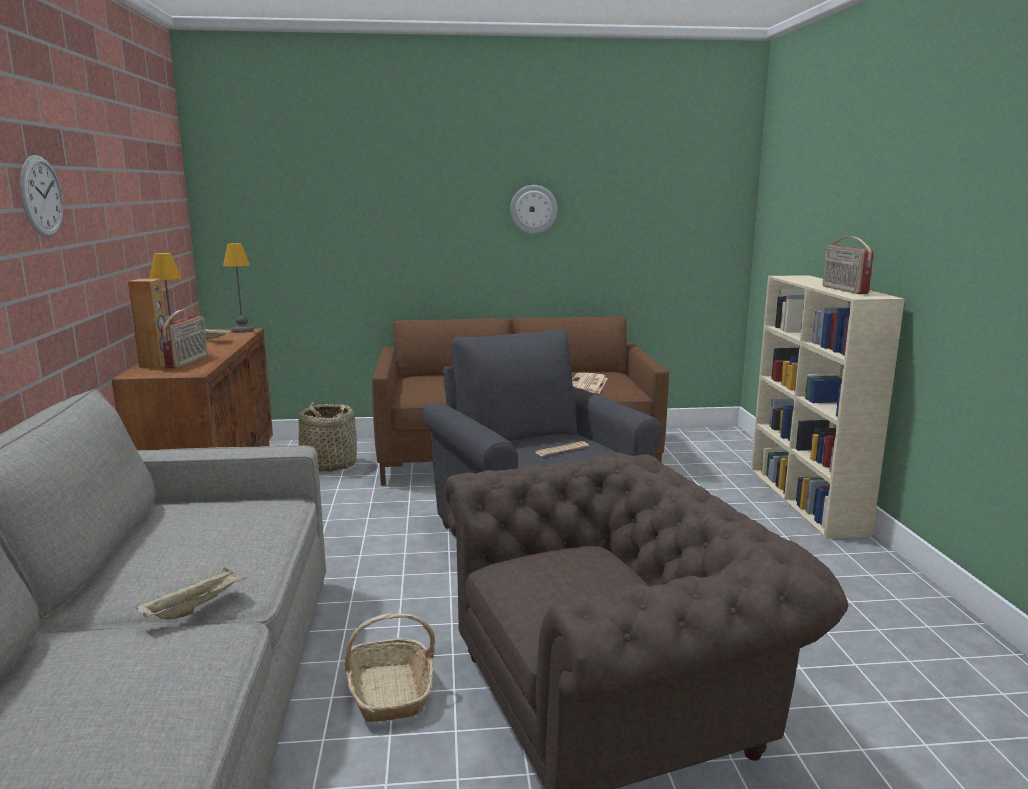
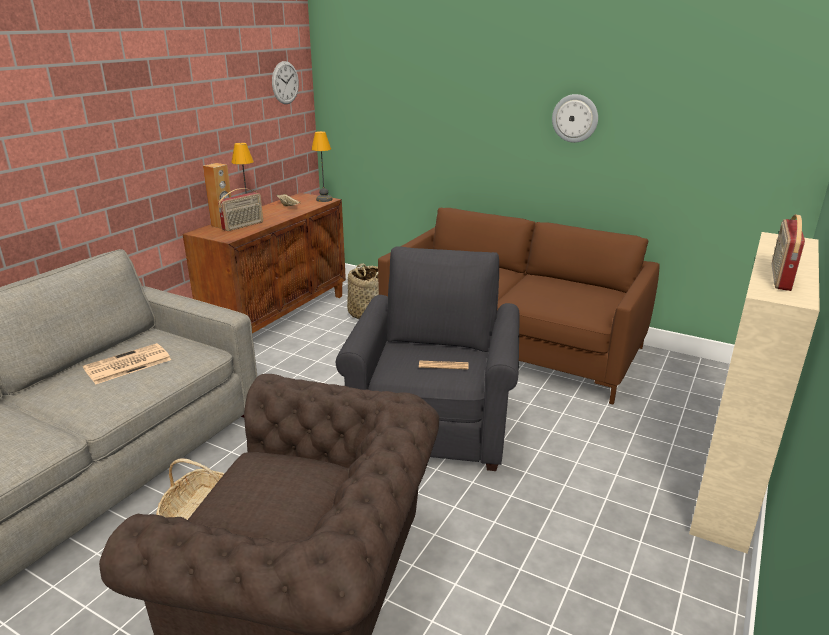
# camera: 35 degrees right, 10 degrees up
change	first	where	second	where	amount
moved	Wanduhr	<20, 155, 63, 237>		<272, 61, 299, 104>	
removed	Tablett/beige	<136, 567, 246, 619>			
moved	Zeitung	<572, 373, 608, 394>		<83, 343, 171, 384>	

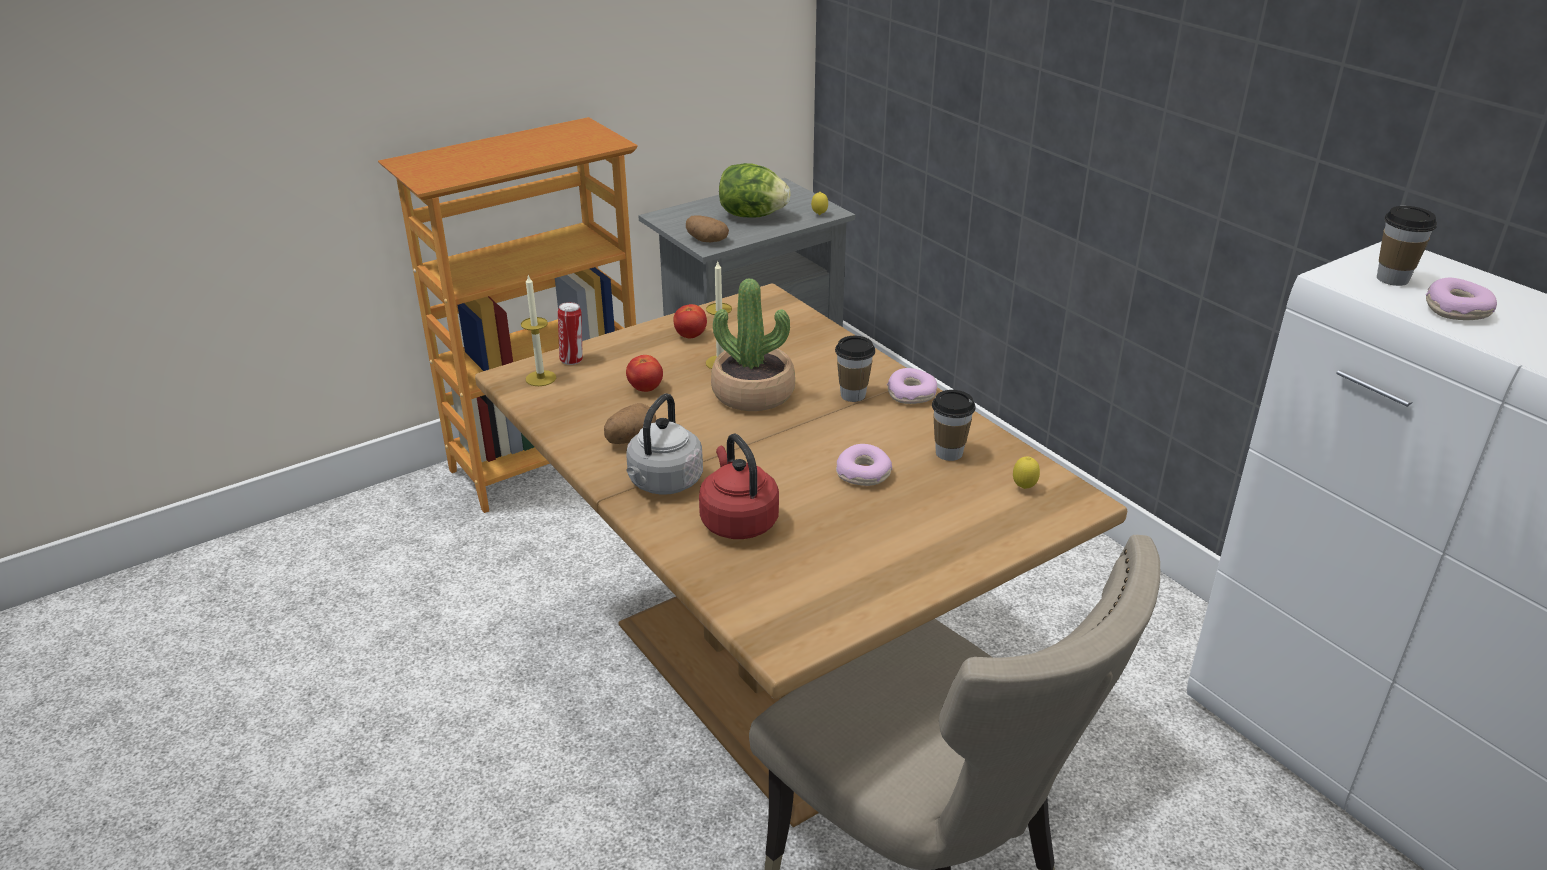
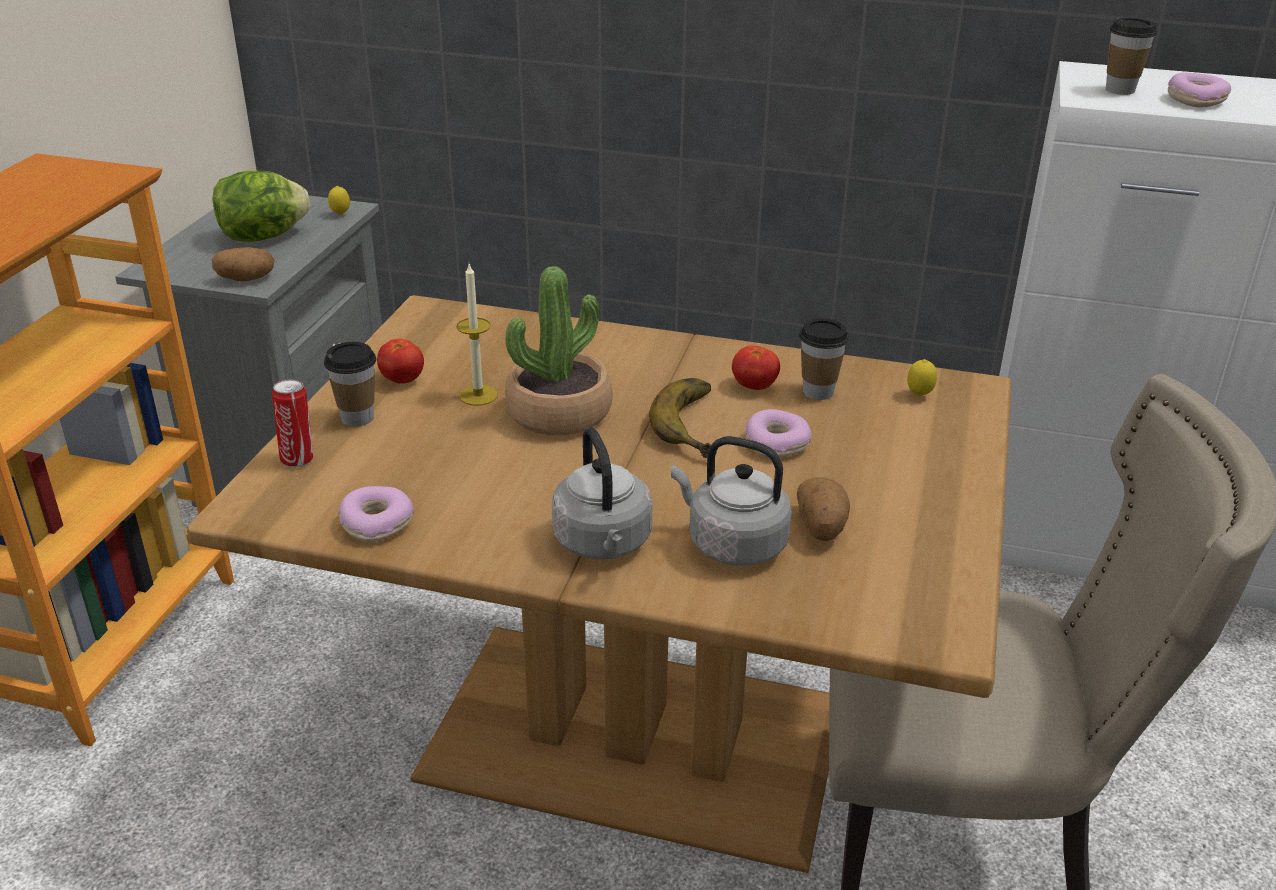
# camera: 40 degrees left, 0 degrees up
change	first	where	second	where	amount
removed	Kerze	<521, 275, 556, 386>			
moved	Kartoffel	<604, 403, 656, 444>		<797, 477, 850, 541>	
moved	Tomate	<626, 355, 663, 392>		<732, 345, 780, 390>	
recoloured	Wasserkessel/rot	<699, 433, 779, 539>	Wasserkessel/grau	<671, 436, 792, 566>	
moved	Tasse	<835, 336, 875, 402>		<324, 342, 376, 427>	
moved	Donut	<887, 368, 937, 404>		<338, 486, 414, 542>	
added			Banane	<649, 378, 717, 458>	

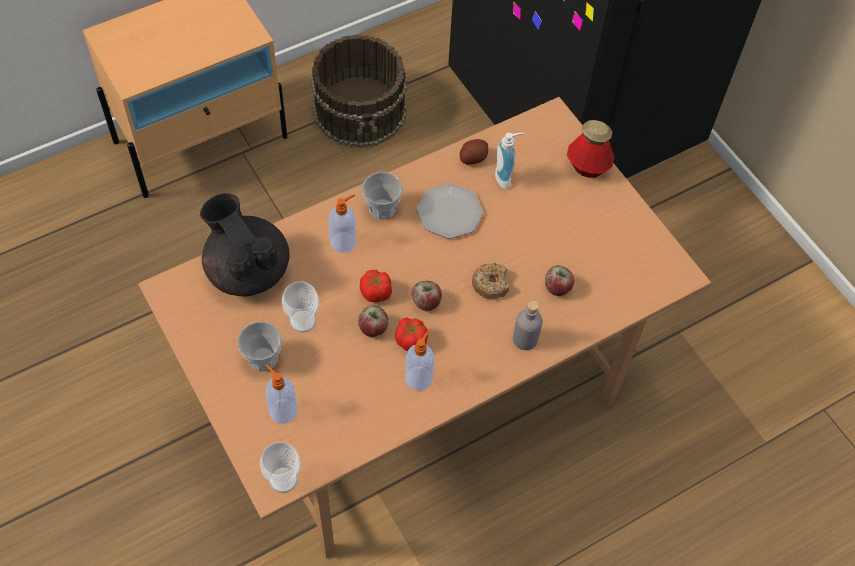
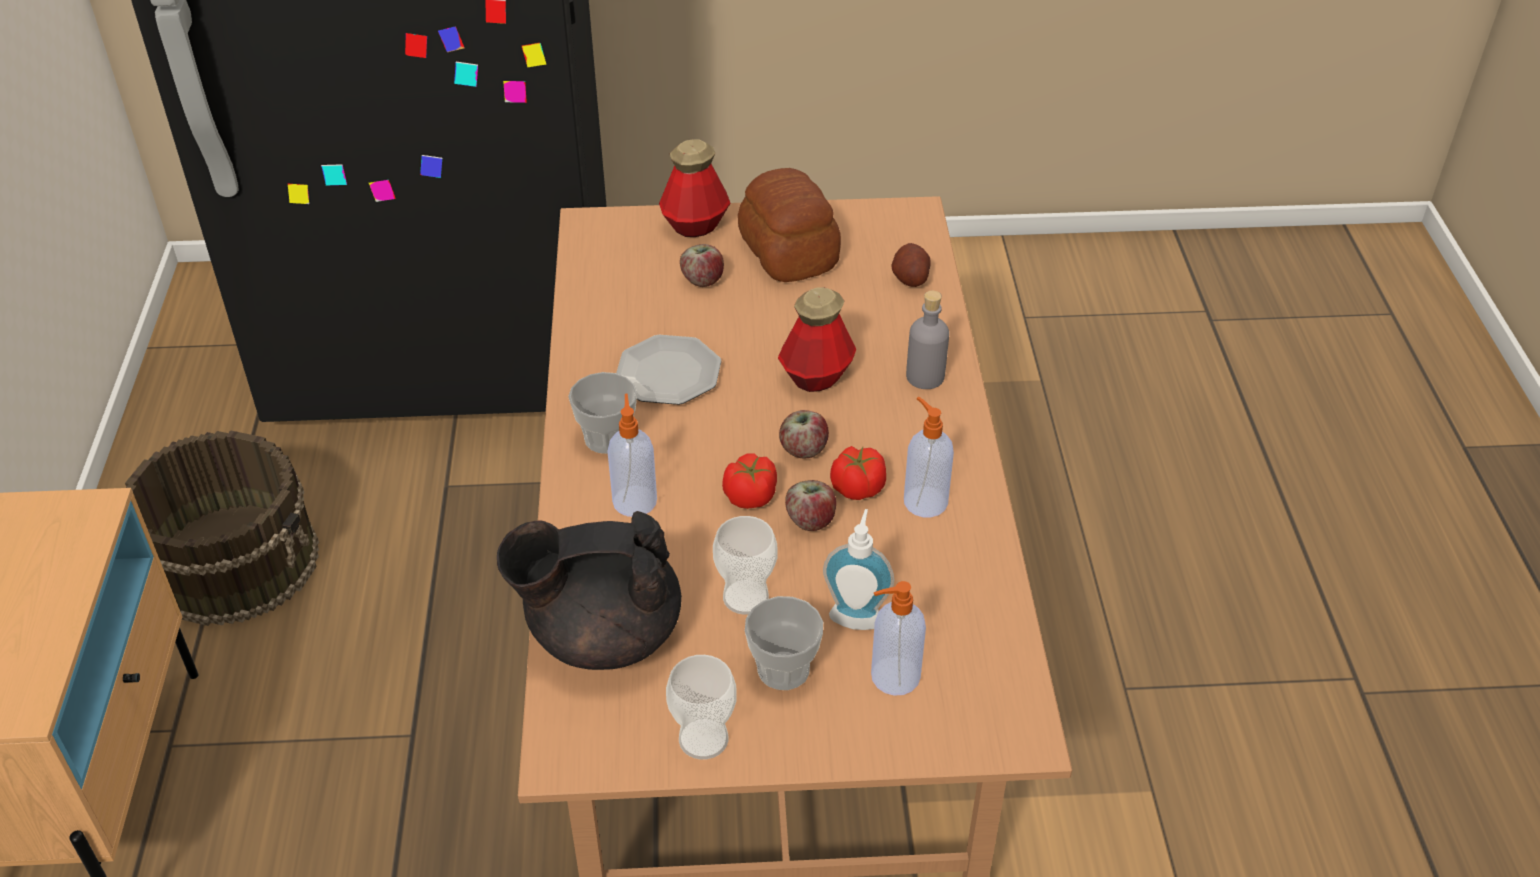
# camera: 60 degrees left, 15 degrees down
change	first	where	second	where	amount
moved	Tasse	<260, 442, 301, 493>		<666, 655, 737, 760>	
moved	Kartoffel	<459, 139, 488, 165>		<891, 243, 931, 287>	
replaced	Donut	<472, 263, 509, 299>	Flasche	<778, 287, 857, 392>	
moved	Seifenspender	<495, 133, 524, 189>		<823, 509, 894, 630>	
moved	Apfel	<545, 265, 574, 296>		<680, 244, 724, 287>	
added			Brot	<738, 168, 841, 282>	

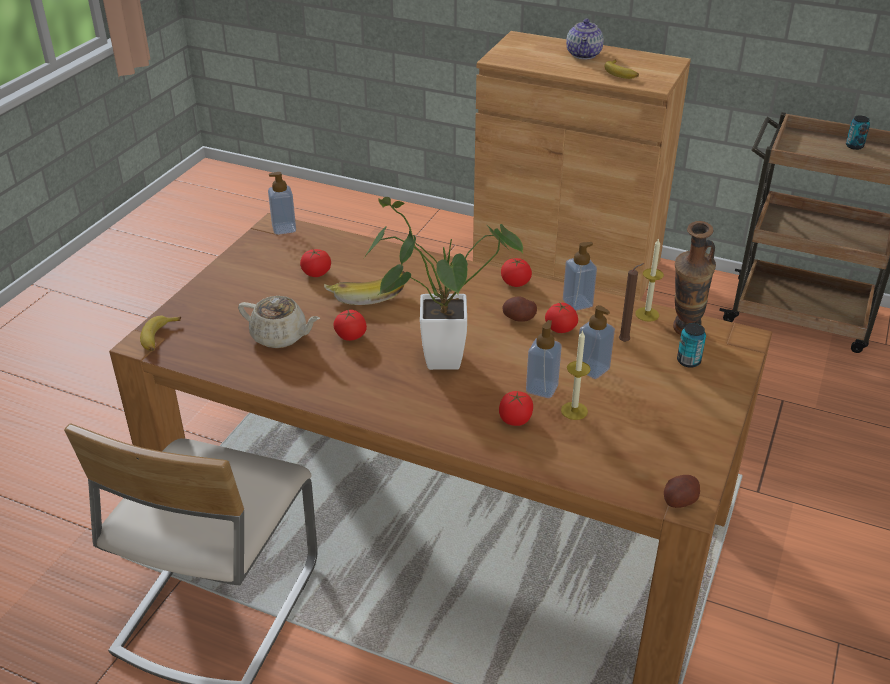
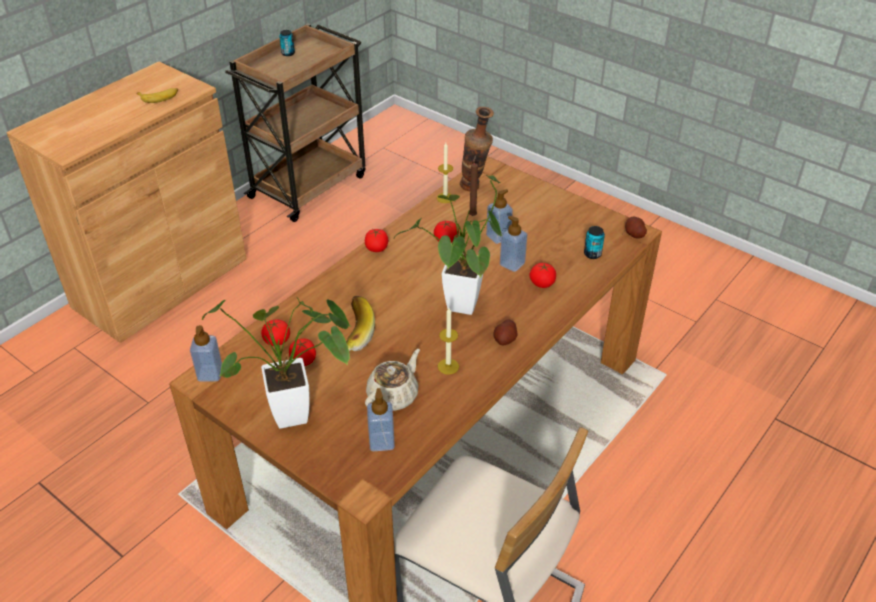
# camera: 75 degrees left, 5 degrees up
change	first	where	second	where	amount
removed	Banane	<140, 316, 181, 351>			
moved	Tomate	<333, 310, 367, 341>		<261, 319, 290, 346>	
moved	Kartoffel	<502, 296, 537, 322>		<494, 320, 518, 345>	
moved	Kerze	<561, 330, 591, 420>		<438, 308, 459, 375>	
moved	Seifenspender	<563, 242, 597, 311>		<367, 388, 395, 451>	
removed	Teekanne	<566, 18, 604, 59>			
moved	Dose	<677, 323, 706, 368>		<584, 226, 605, 259>	
added			Topfpflanze	<202, 298, 351, 429>	

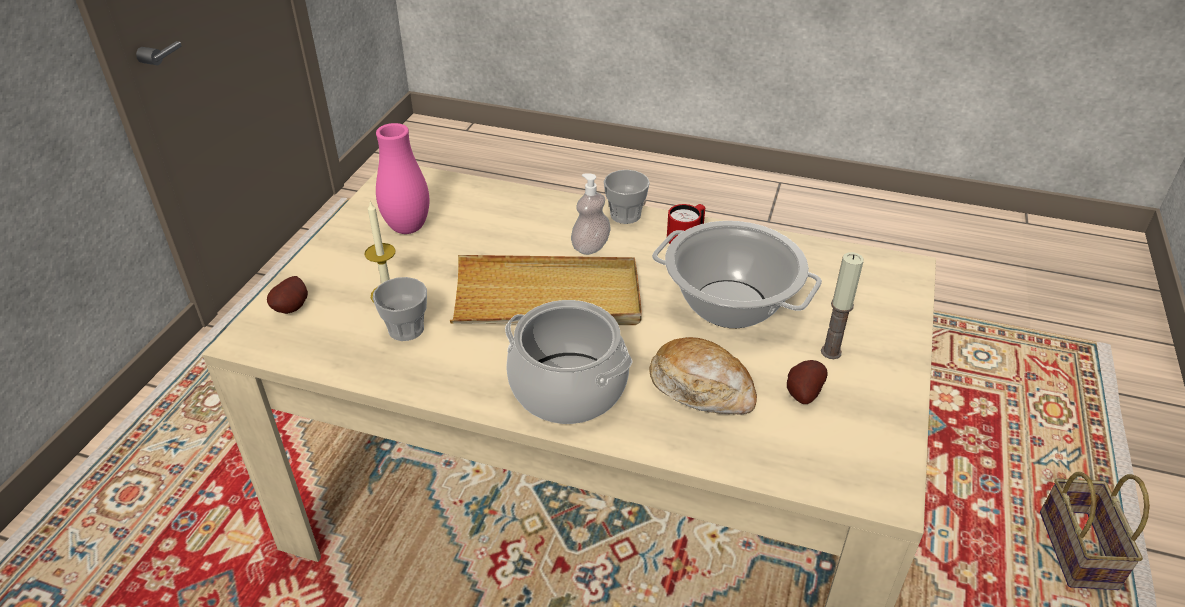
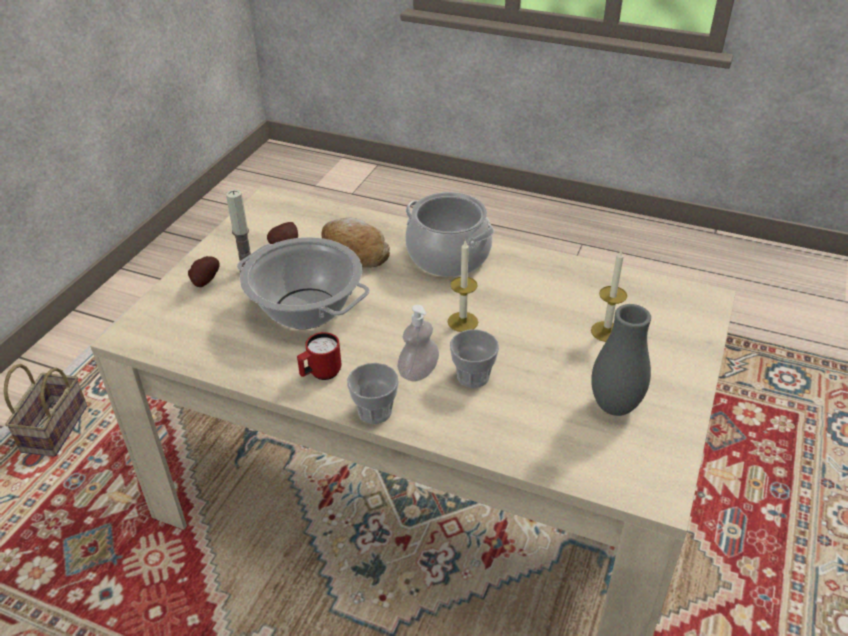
# camera: 175 degrees left, 0 degrees up
change	first	where	second	where	amount
moved	Kartoffel	<267, 276, 308, 314>		<188, 256, 220, 287>	
moved	Tasse	<373, 277, 427, 341>		<450, 329, 499, 388>	
recoloured	Vase/rosa	<376, 123, 430, 234>	Vase/grau	<591, 304, 651, 416>	
replaced	Tablett/beige	<450, 255, 642, 325>	Kerze	<448, 241, 478, 332>	

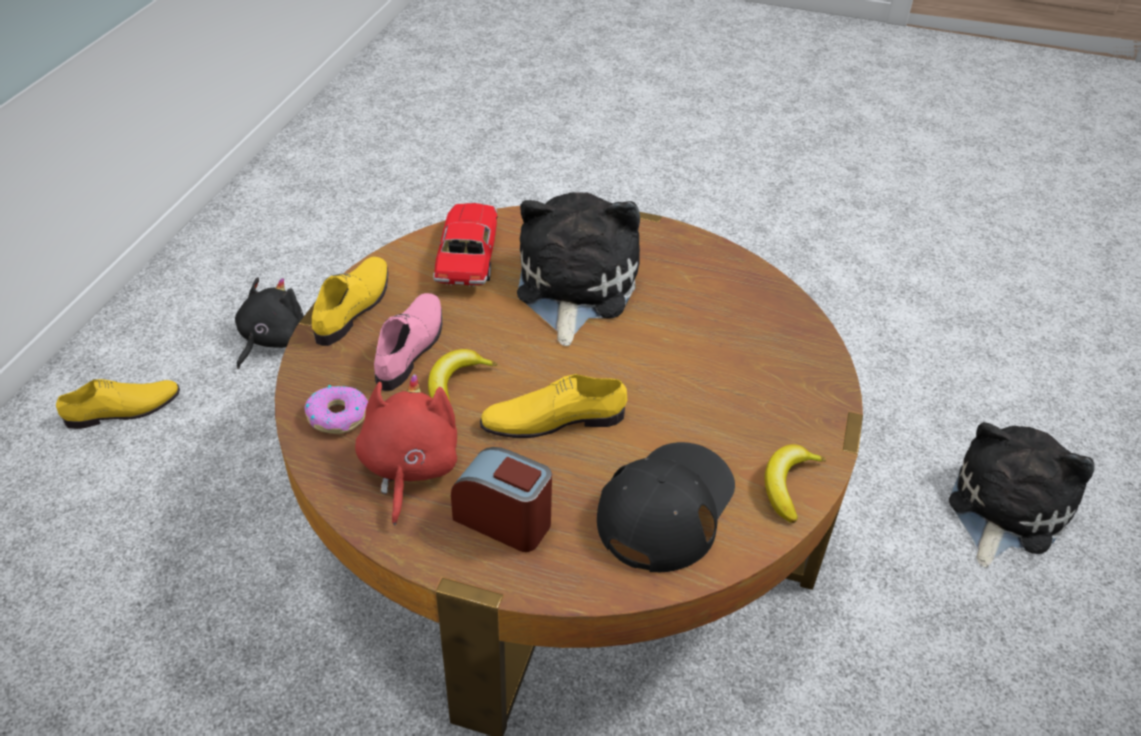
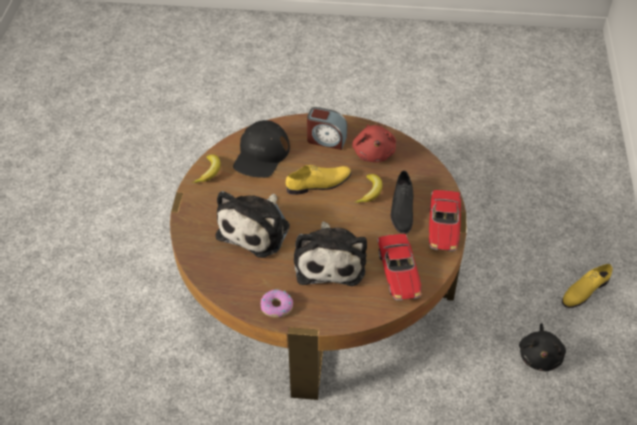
# camera: 170 degrees right, 5 degrees up
change	first	where	second	where	amount
moved	Donut	<304, 385, 368, 434>		<261, 289, 293, 317>	
replaced	Schuh/gelb	<312, 257, 388, 346>	Spielzeugauto	<429, 190, 461, 251>	
recoloured	Schuh/rosa	<374, 293, 442, 391>	Schuh/schwarz	<391, 171, 414, 234>	
moved	Plüschtier	<949, 422, 1095, 568>		<216, 191, 290, 258>	

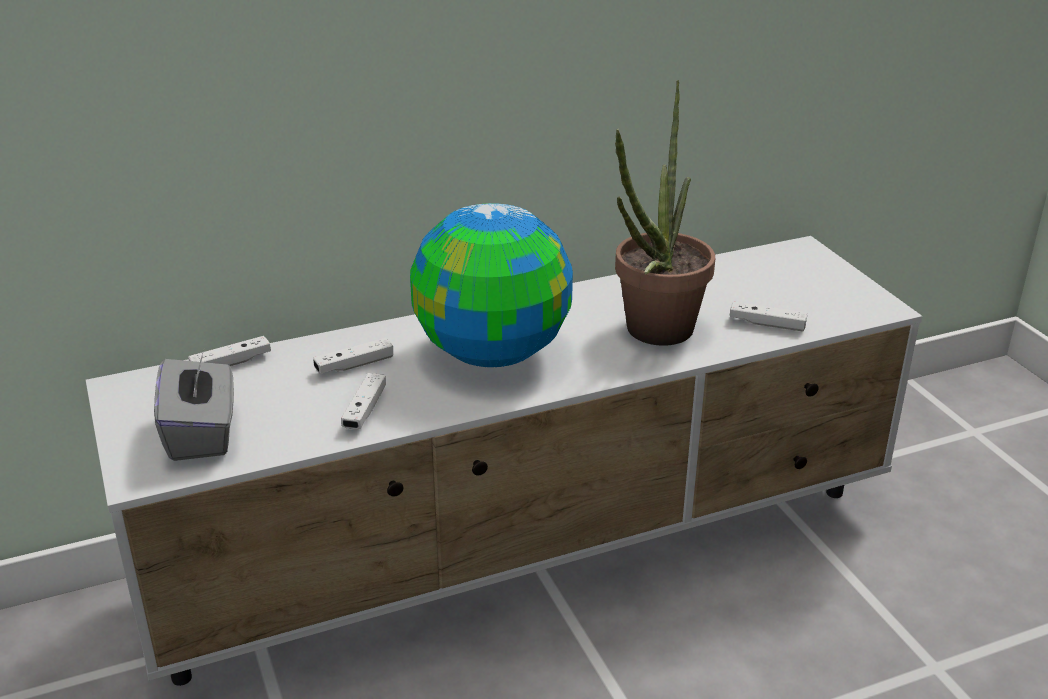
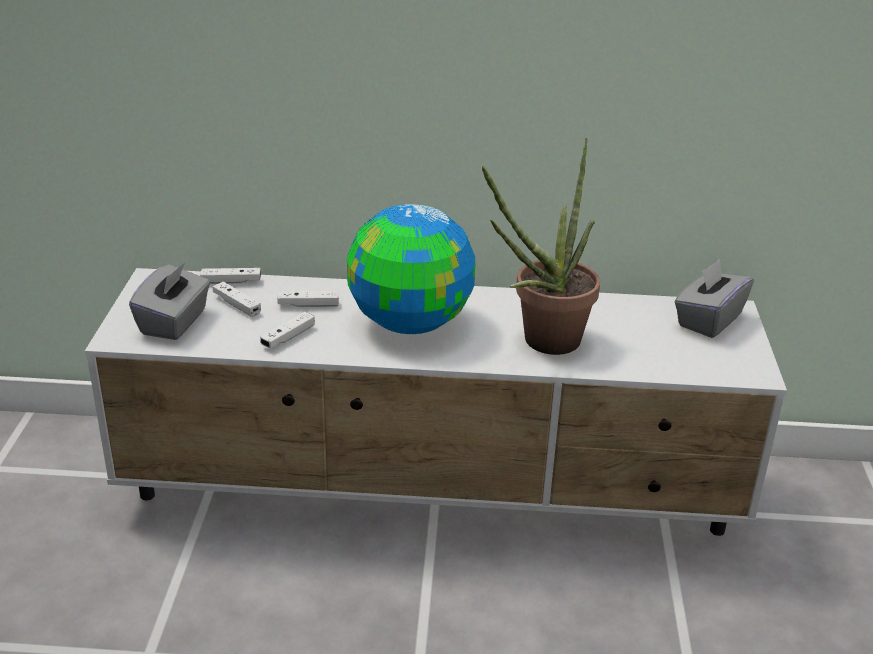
# camera: 25 degrees right, 0 degrees up
change	first	where	second	where	amount
moved	Gamepad/weiß	<730, 302, 808, 332>		<213, 282, 261, 317>	
added			Taschentuchbox/grau	<675, 259, 754, 338>	

